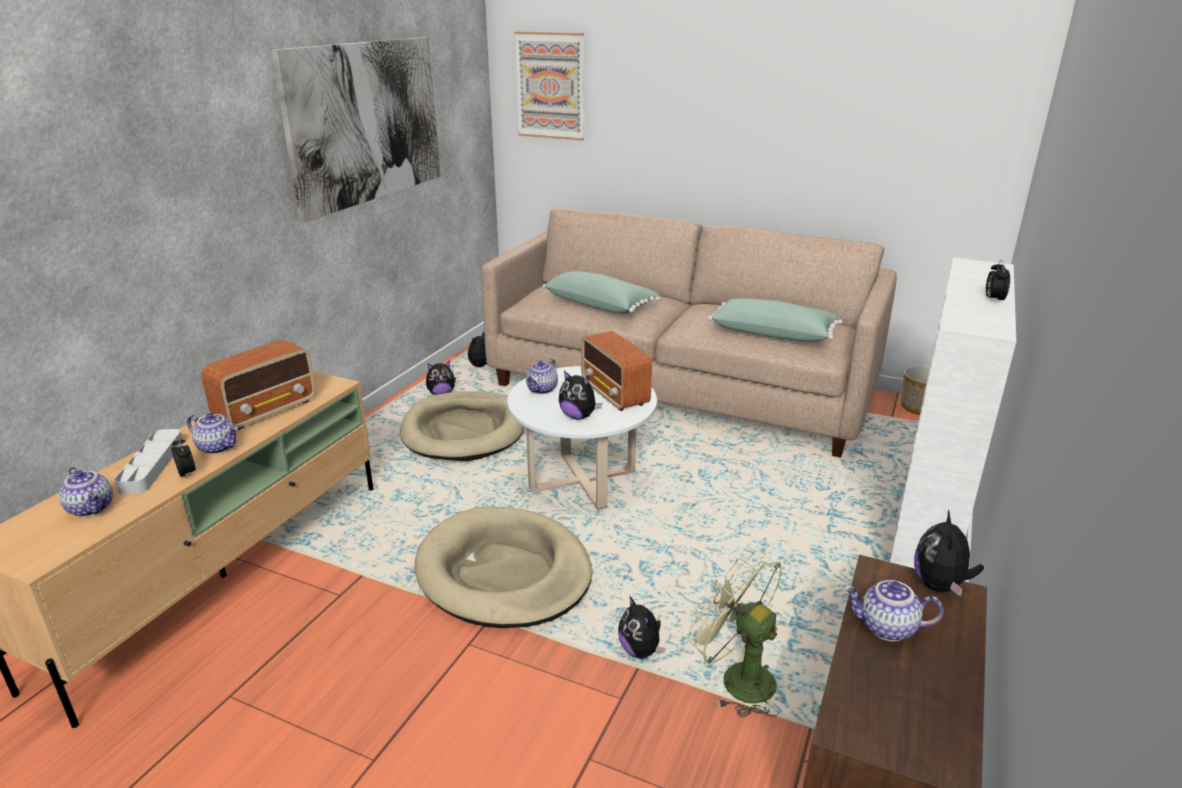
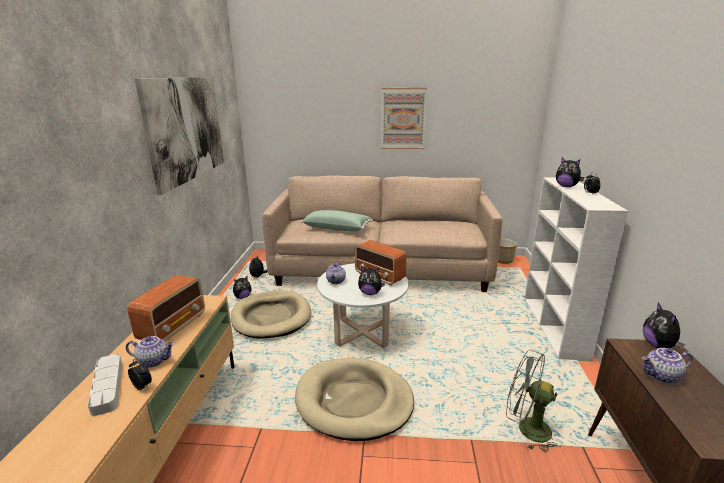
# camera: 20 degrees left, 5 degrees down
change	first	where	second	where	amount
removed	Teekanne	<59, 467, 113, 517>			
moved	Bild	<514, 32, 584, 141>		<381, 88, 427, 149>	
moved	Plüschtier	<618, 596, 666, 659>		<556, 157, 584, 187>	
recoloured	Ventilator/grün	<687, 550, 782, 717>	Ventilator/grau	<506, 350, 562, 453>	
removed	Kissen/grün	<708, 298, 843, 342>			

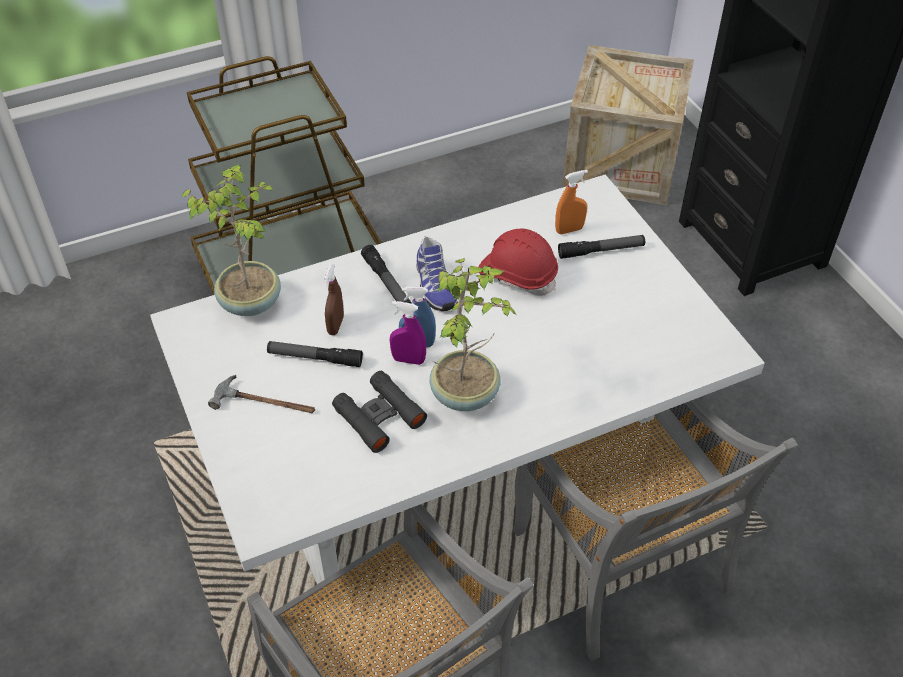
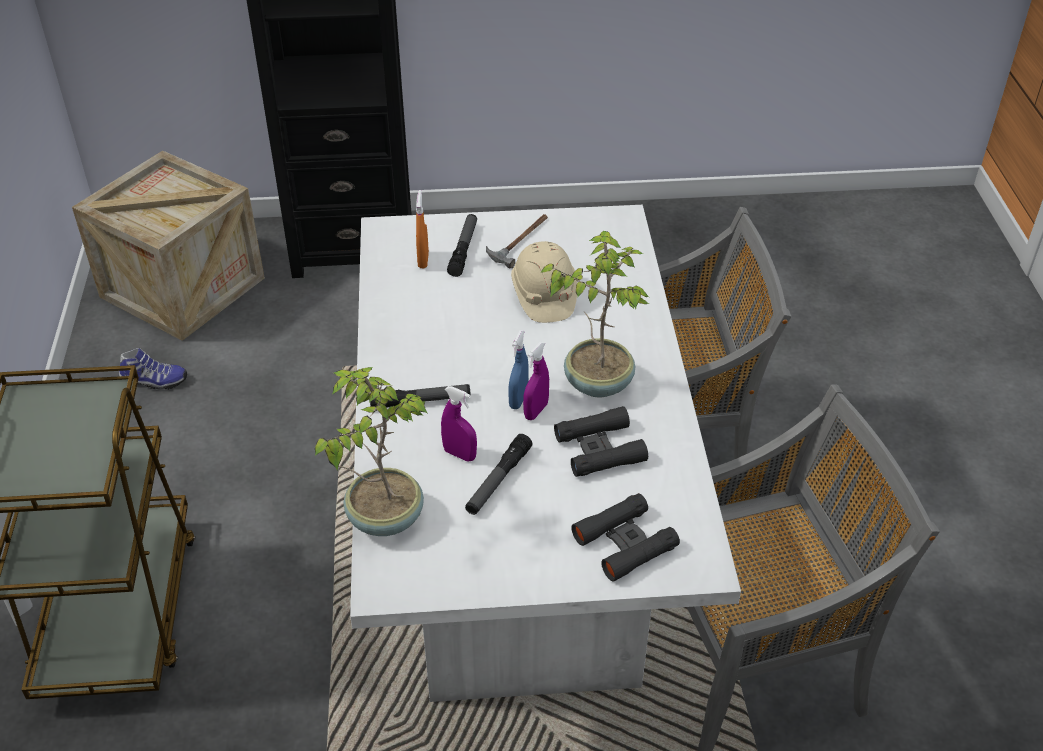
# camera: 70 degrees left, 5 degrees down
change	first	where	second	where	amount
moved	Hammer	<208, 375, 315, 413>		<486, 214, 548, 268>	
recoloured	Sprühflasche/braun	<324, 263, 344, 335>	Sprühflasche/lila	<441, 386, 477, 462>	
moved	Schuh	<416, 236, 458, 311>		<119, 348, 187, 389>	
removed	Schutzhelm/rot	<478, 229, 558, 296>			
added			Schutzhelm/beige	<511, 241, 577, 323>	
added			Fernglas/schwarz	<571, 493, 680, 582>	

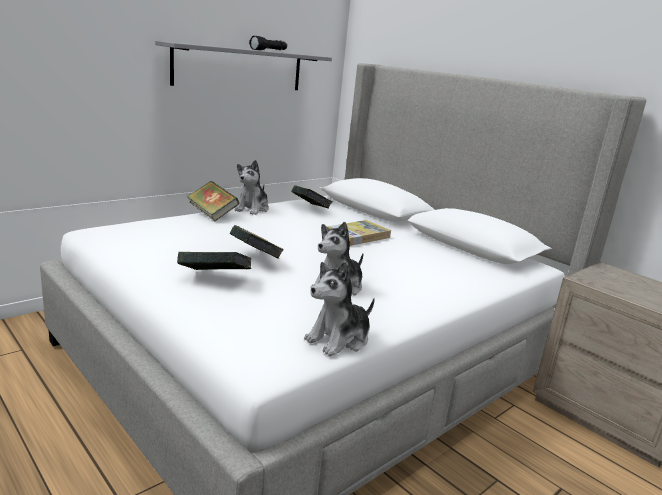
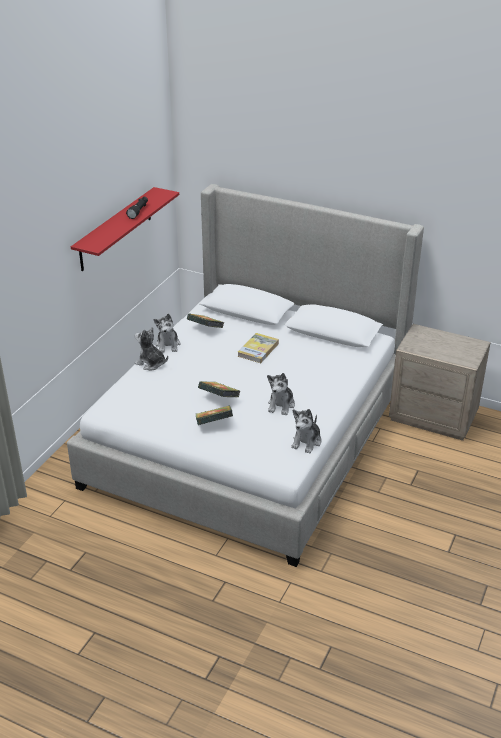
# camera: 20 degrees left, 15 degrees up
change	first	where	second	where	amount
recoloured	Wandregal/grau	<155, 41, 332, 90>	Wandregal/rot	<71, 187, 179, 271>	
replaced	Buch	<187, 181, 239, 221>	Plüschtier	<134, 327, 168, 370>	

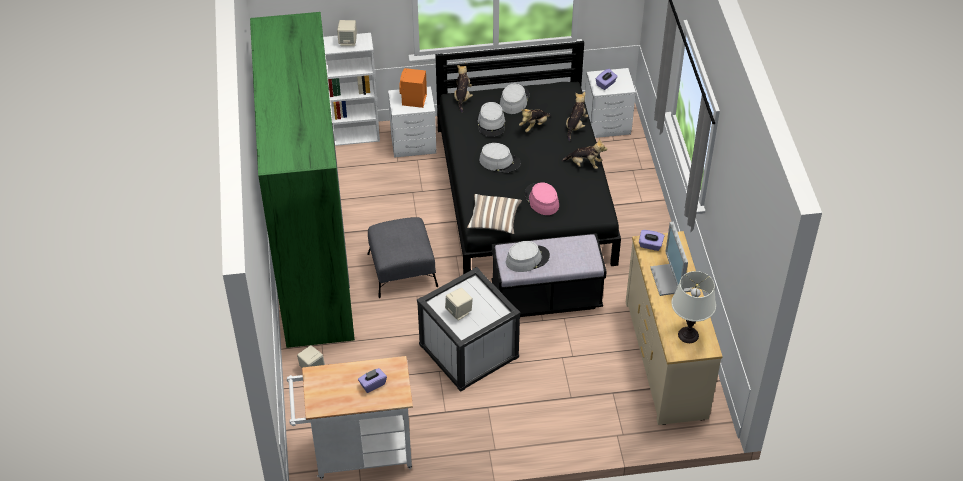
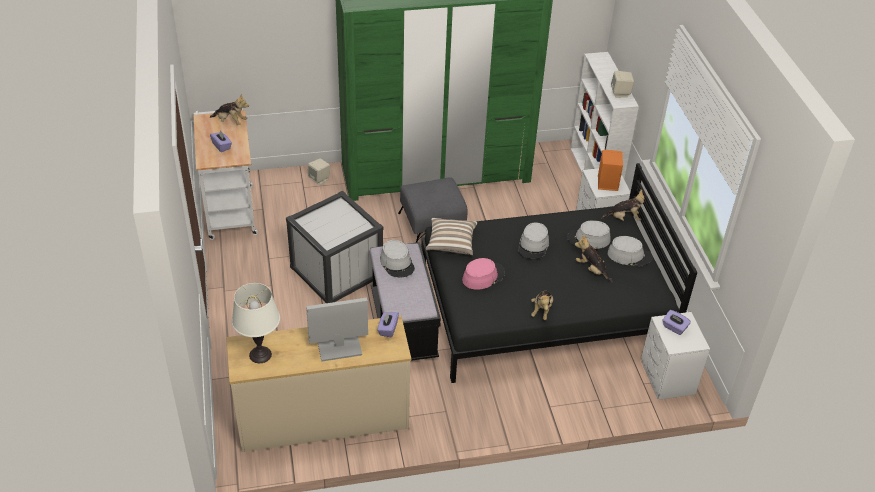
# camera: 85 degrees right, 5 degrees down
change	first	where	second	where	amount
removed	Lautsprecher/beige	<445, 288, 473, 321>			
moved	Plüschtier	<566, 92, 588, 141>		<210, 94, 249, 125>	

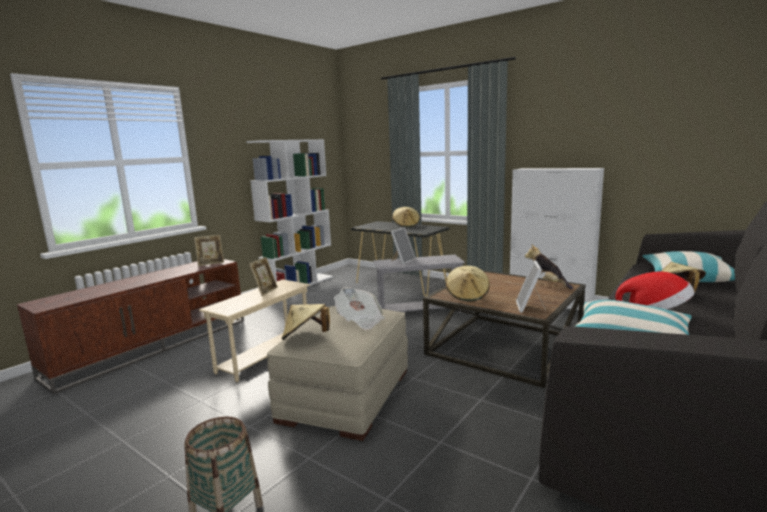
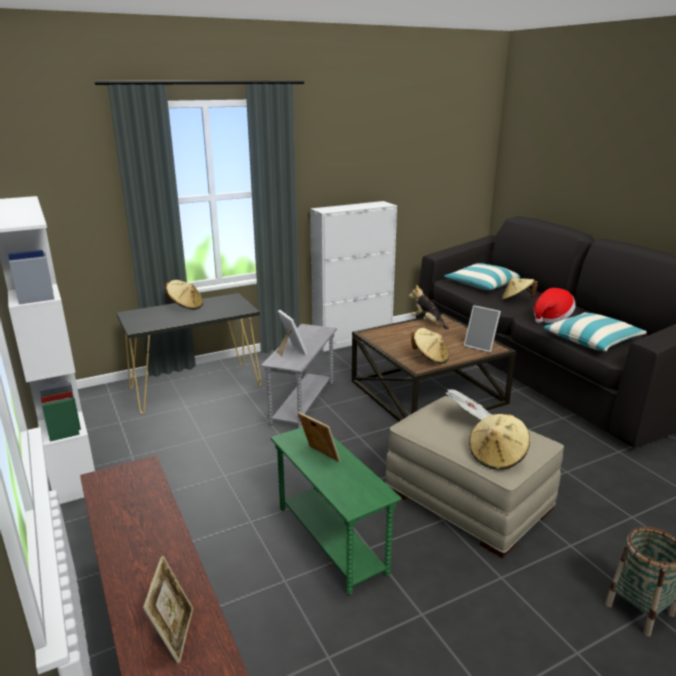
# camera: 65 degrees left, 10 degrees up
change	first	where	second	where	amount
moved	Bilderrahmen	<194, 235, 224, 266>		<143, 556, 193, 663>	
recoloured	Beistelltisch/beige	<199, 279, 310, 382>	Beistelltisch/grün	<271, 427, 402, 595>	
turned	Plüschtier	<525, 244, 573, 289>		<409, 285, 449, 329>	60 degrees clockwise

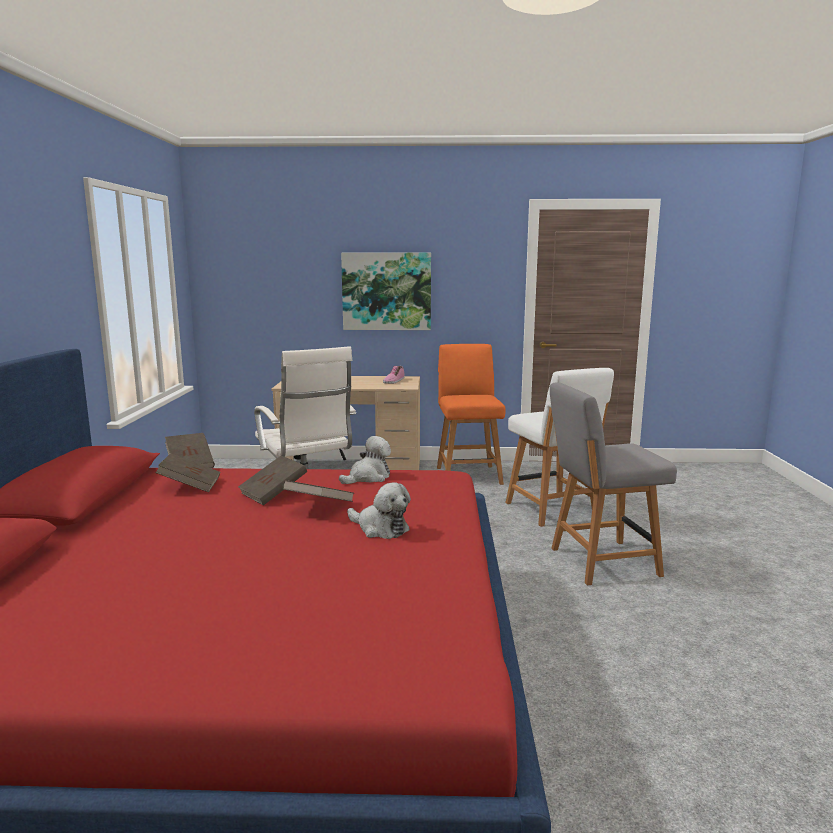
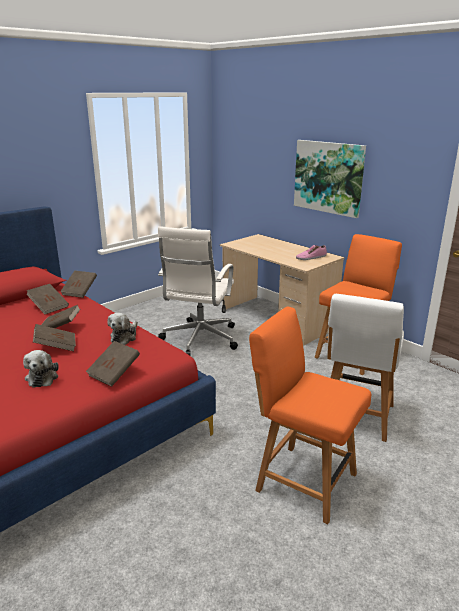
# camera: 45 degrees right, 10 degrees up
change	first	where	second	where	amount
turned	Plüschtier	<339, 436, 391, 484>		<107, 313, 138, 345>	105 degrees clockwise
recoloured	Stuhl/grau	<550, 382, 677, 585>	Stuhl/orange	<249, 307, 371, 524>	
added			Buch/braun	<86, 341, 140, 387>	

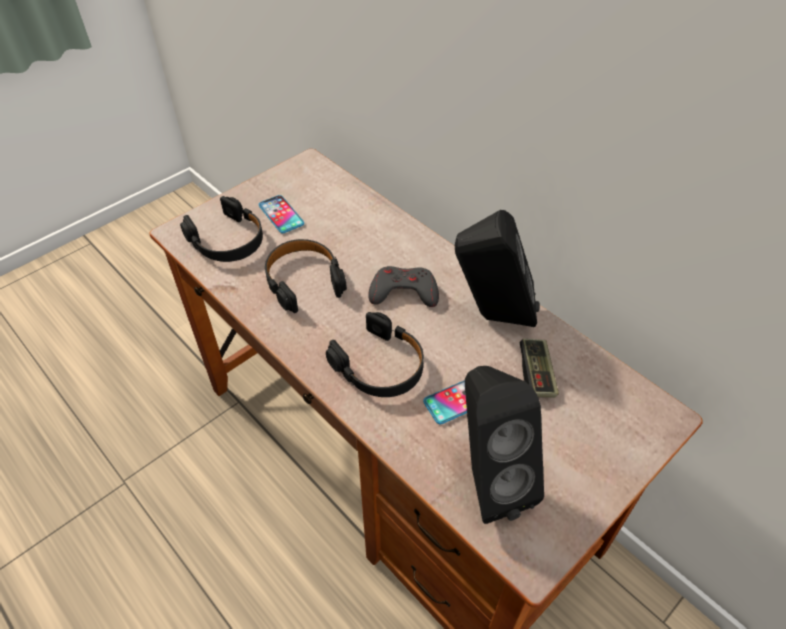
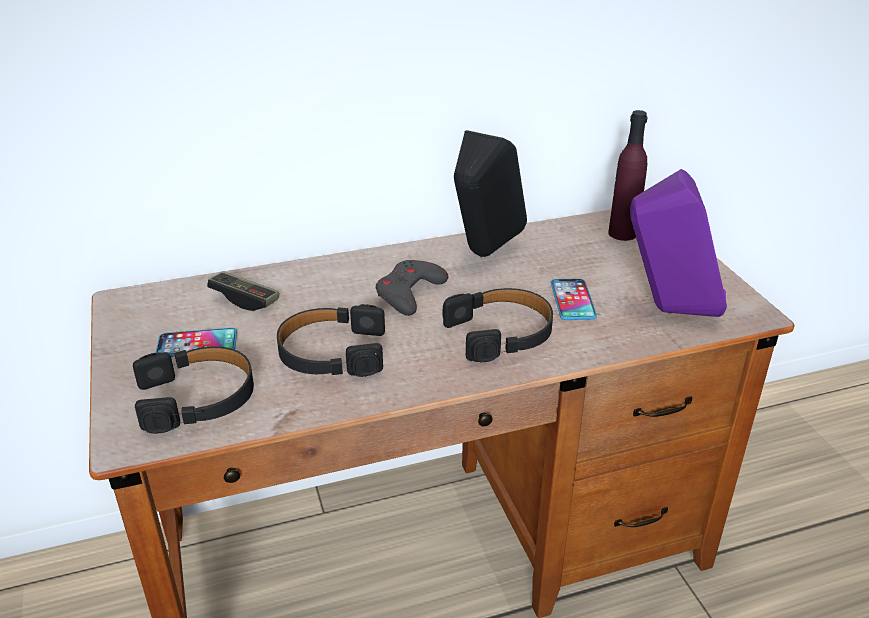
# camera: 65 degrees left, 15 degrees down
change	first	where	second	where	amount
recoloured	Lautsprecher/schwarz	<465, 366, 544, 524>	Lautsprecher/lila	<630, 169, 727, 317>	
moved	Gamepad	<520, 339, 559, 398>		<207, 271, 280, 311>	
added			Flasche/lila	<608, 110, 647, 241>	

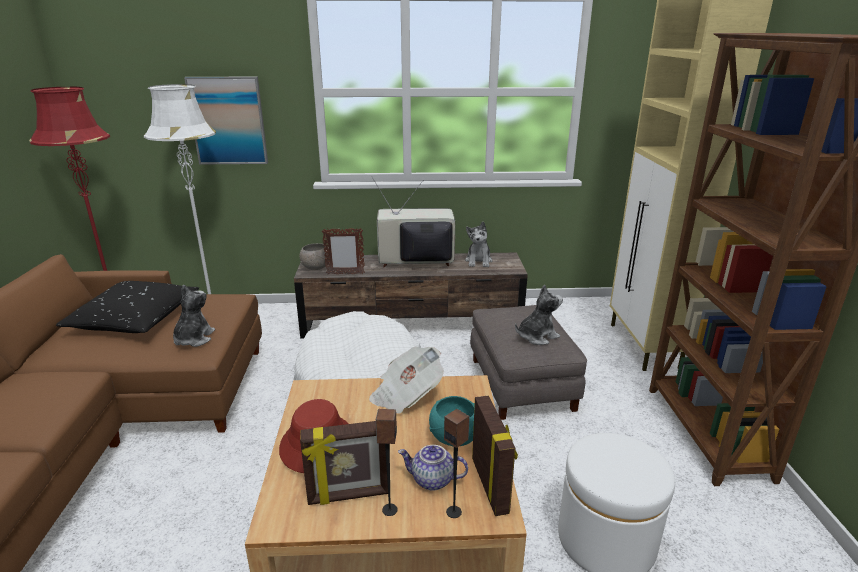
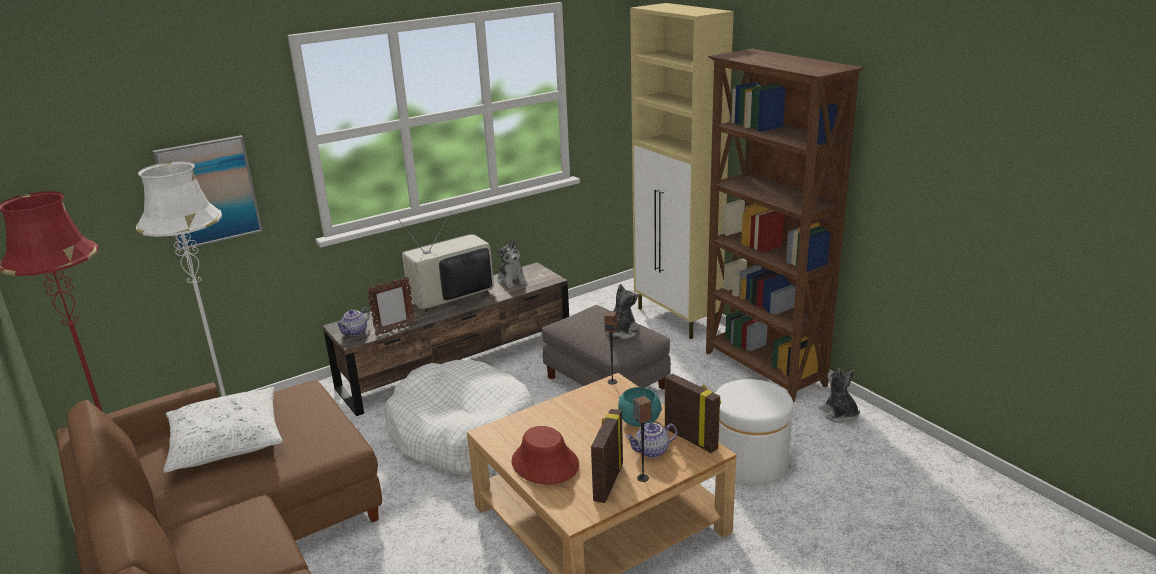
# camera: 30 degrees left, 0 degrees up
change	first	where	second	where	amount
recoloured	Kissen/schwarz	<56, 281, 199, 333>	Kissen/weiß	<163, 387, 282, 473>	
moved	Plüschtier	<173, 284, 215, 347>		<819, 368, 860, 423>	
replaced	Schüssel/grau	<299, 243, 330, 270>	Teekanne	<336, 307, 370, 336>	
turned	Bilderrahmen	<300, 421, 388, 505>		<591, 409, 623, 503>	150 degrees clockwise
removed	Zeitung	<369, 346, 444, 414>			
moved	Lautsprecher	<444, 409, 469, 518>		<604, 311, 617, 385>	

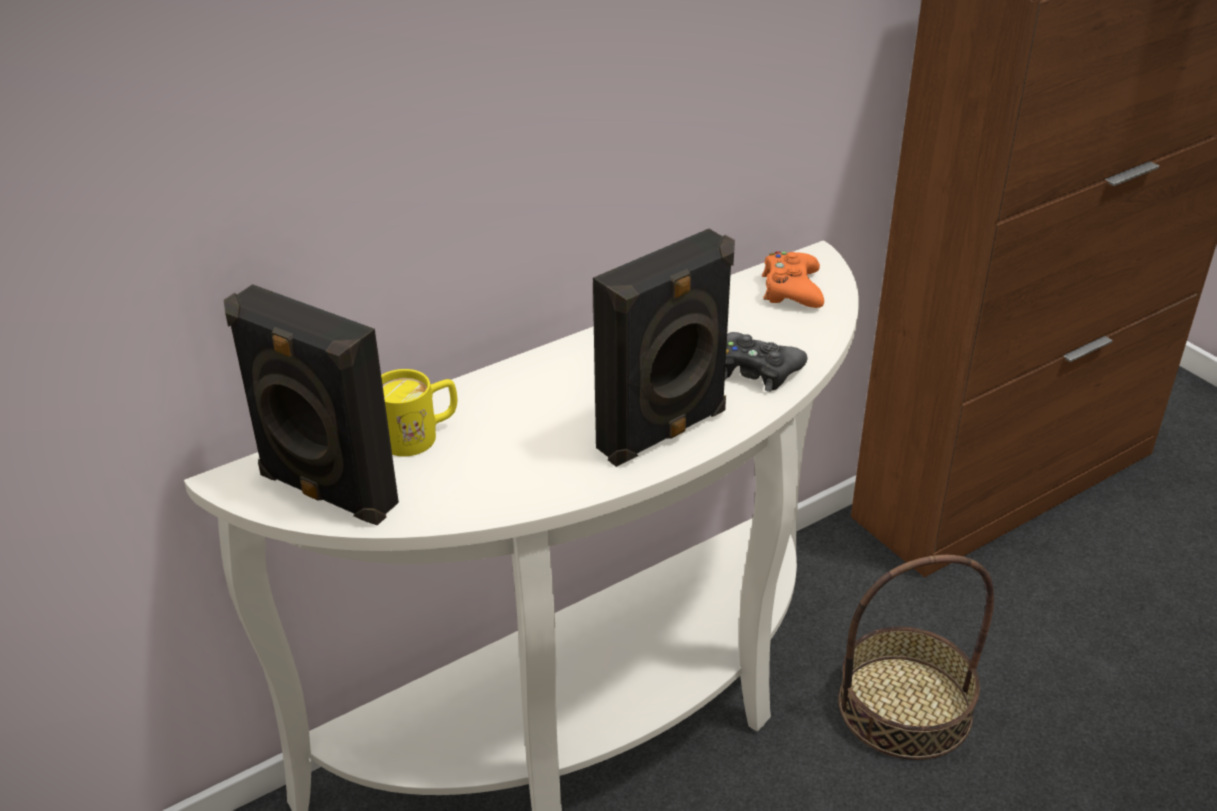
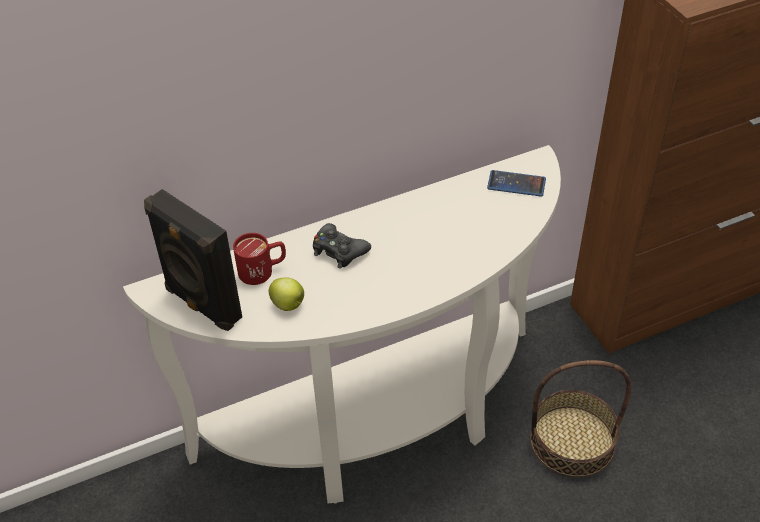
# camera: 10 degrees right, 10 degrees up
change	first	where	second	where	amount
recoloured	Henkelbecher/gelb	<381, 369, 457, 456>	Henkelbecher/rot	<233, 233, 286, 285>	
removed	Lautsprecher/schwarz	<593, 229, 735, 467>			
moved	Gamepad/schwarz	<725, 332, 807, 392>		<313, 223, 371, 269>	
replaced	Gamepad/orange	<762, 251, 824, 308>	Handy	<487, 170, 546, 197>	
added			Apfel	<269, 277, 304, 311>	

